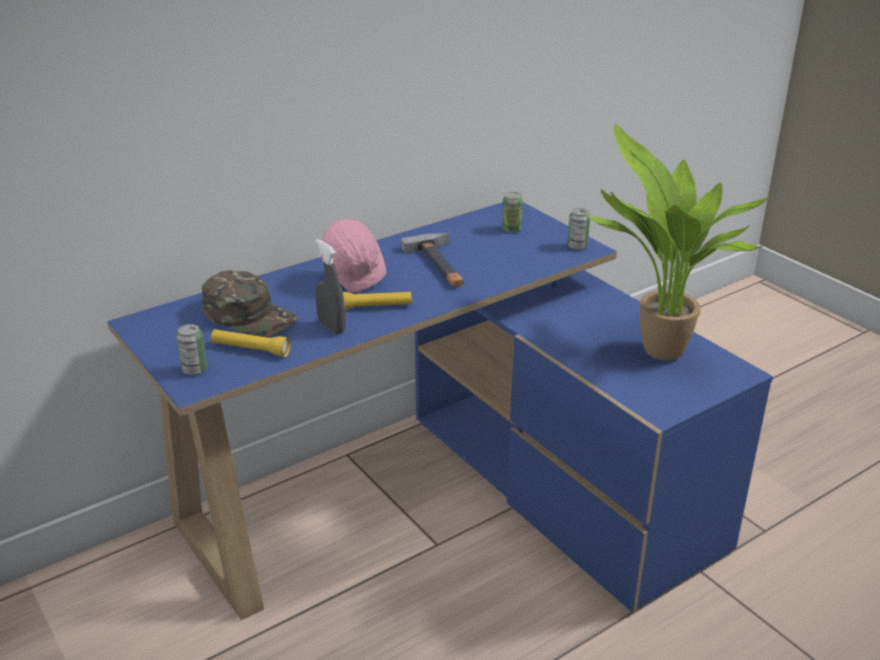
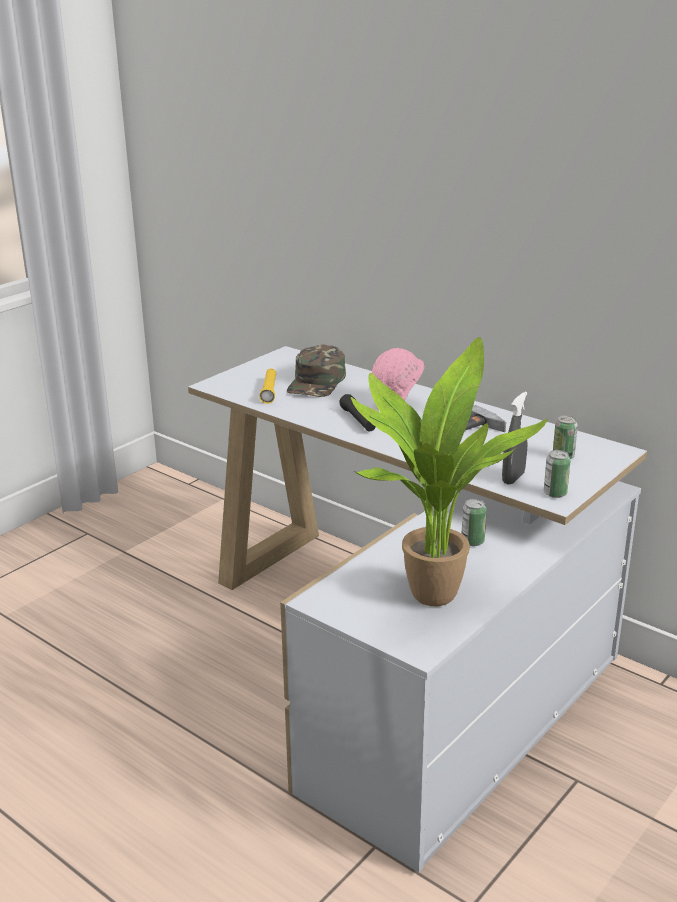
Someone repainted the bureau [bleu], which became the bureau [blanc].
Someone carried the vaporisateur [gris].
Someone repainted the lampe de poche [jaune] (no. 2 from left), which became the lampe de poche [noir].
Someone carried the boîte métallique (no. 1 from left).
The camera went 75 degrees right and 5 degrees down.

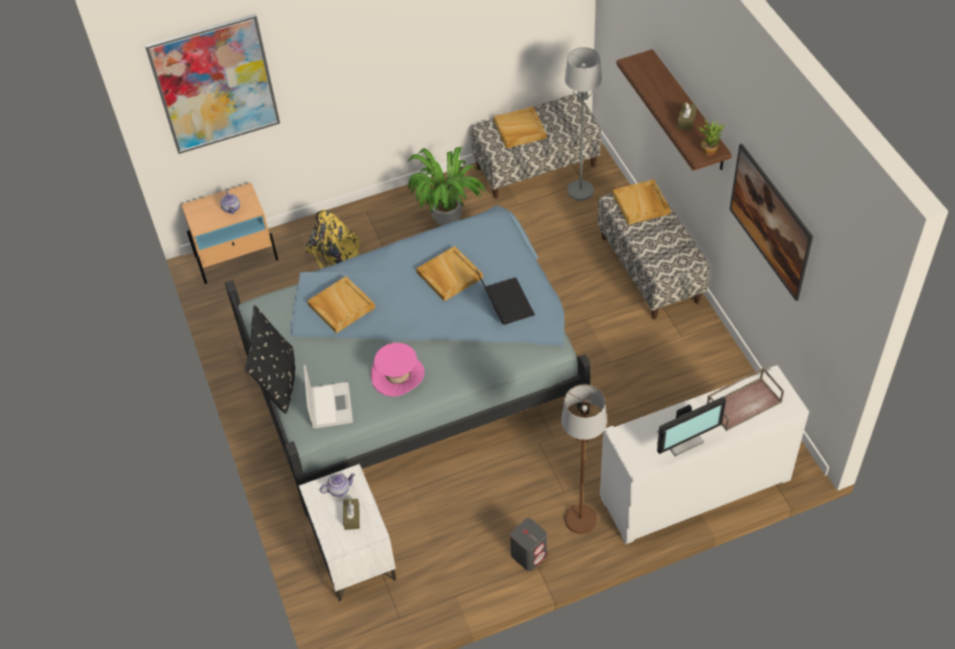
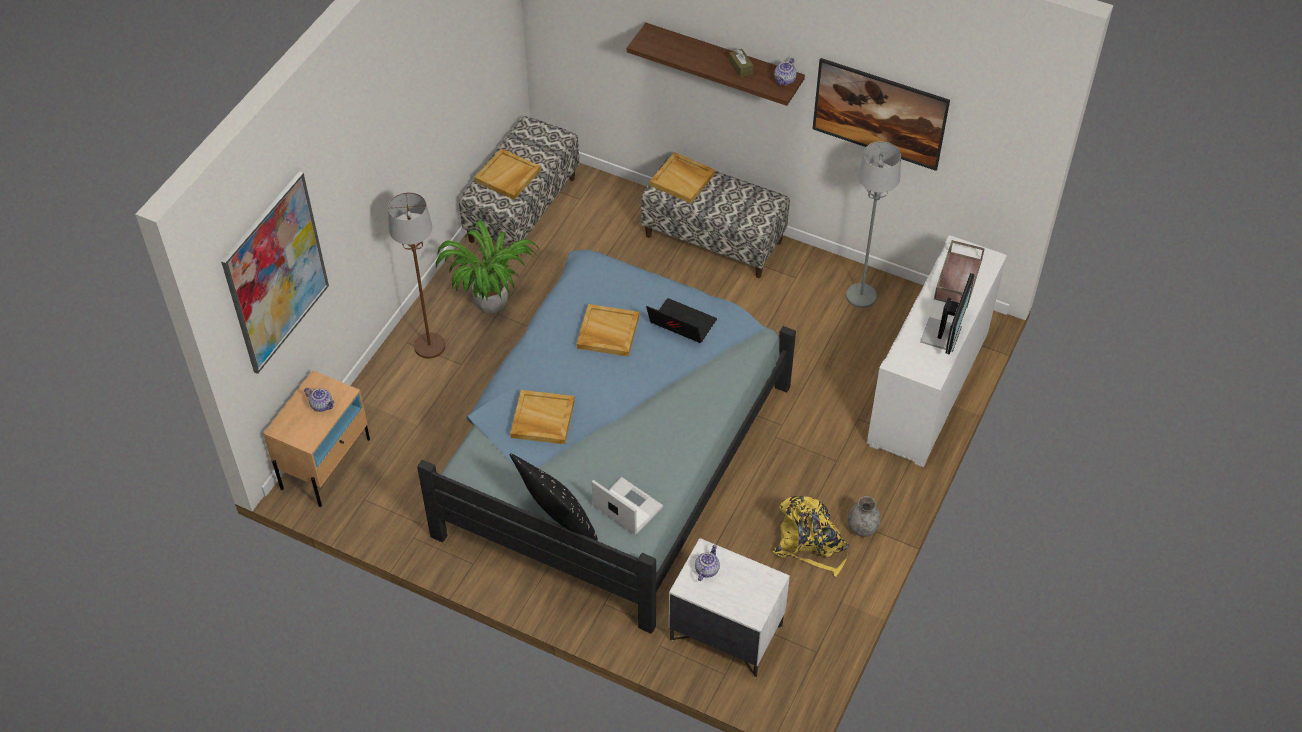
Someone carried the lampadaire [gris].
Someone swapped the plante en pot (no. 2 from left) for the théière (no. 3 from left).
Someone carried the sac à dos [jaune].
Someone took away the chapeau [rose].
Someone carried the lampadaire [marron].
Someone took away the boîte à mouchoirs [marron] (no. 1 from left).
Someone swapped the enceinte [gris] for the vase [gris].
The camera went 45 degrees left and 0 degrees up.

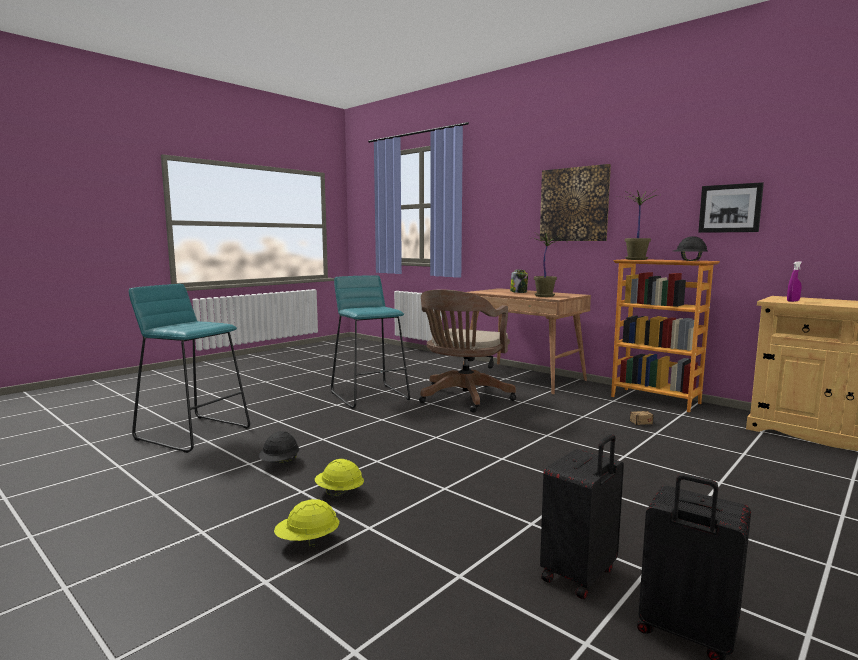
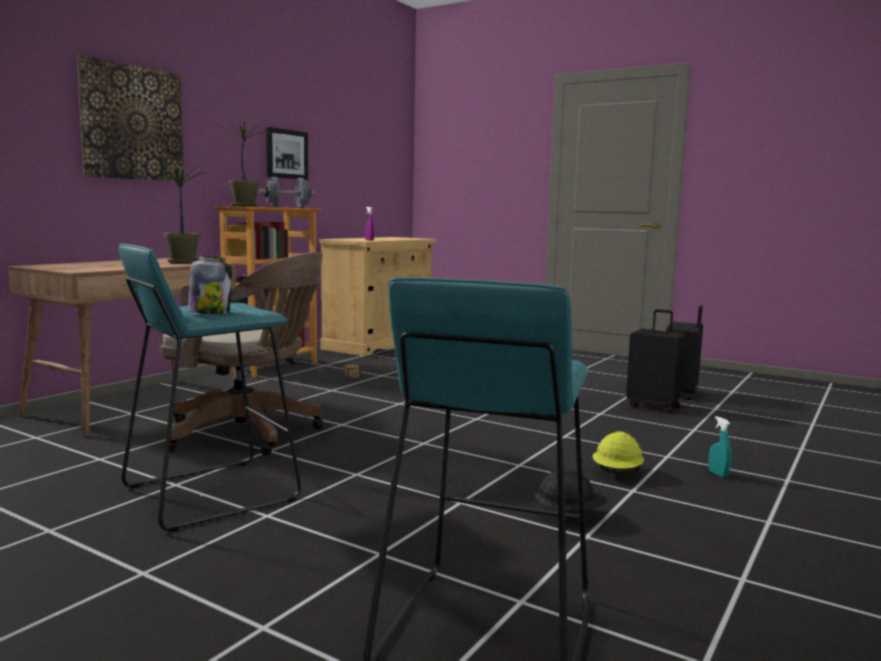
Someone swapped the casque de chantier [noir] (no. 2 from left) for the haltère [gris].
Someone carried the bocal.
Someone swapped the casque de chantier [jaune] (no. 1 from left) for the vaporisateur [turquoise].
The camera went 100 degrees left and 0 degrees up.

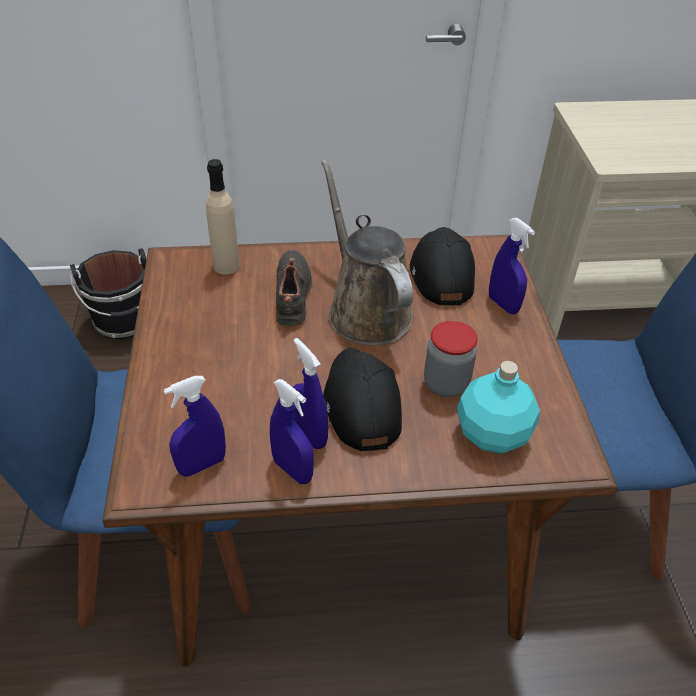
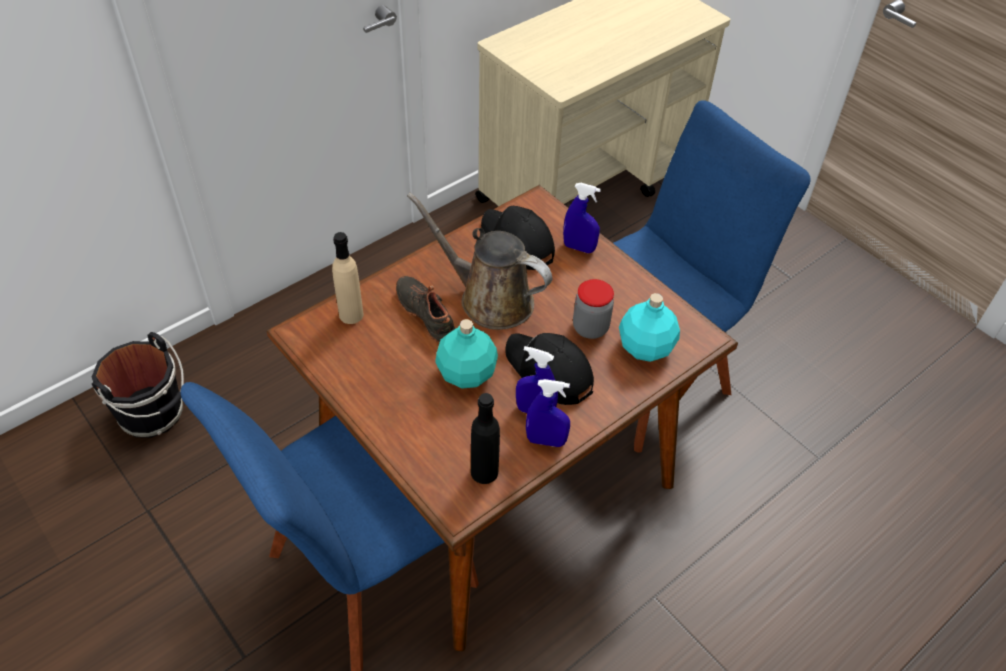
Someone swapped the vaporisateur [bleu] (no. 1 from left) for the bouteille [noir].
Someone put down the bouteille [turquoise] (no. 1 from left).
The camera went 35 degrees left and 5 degrees up.

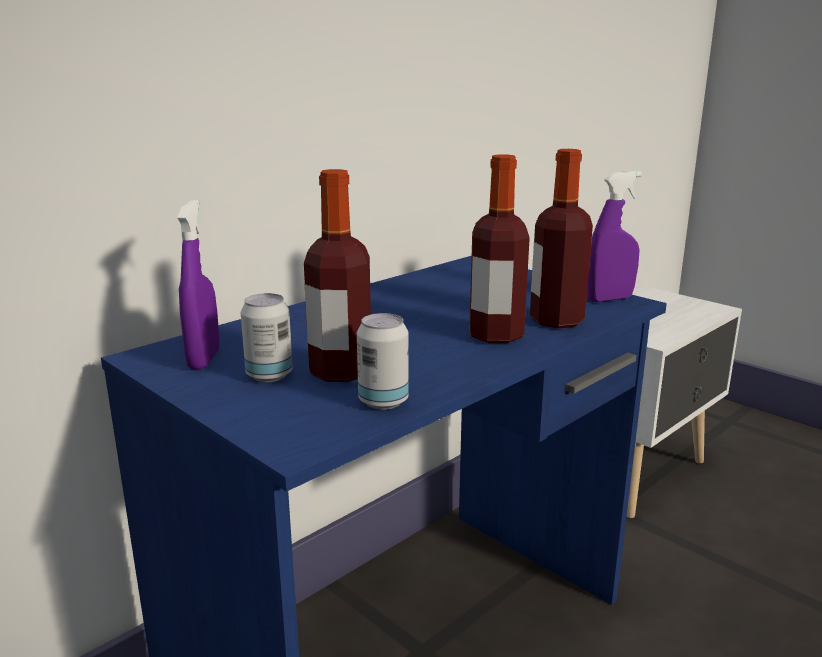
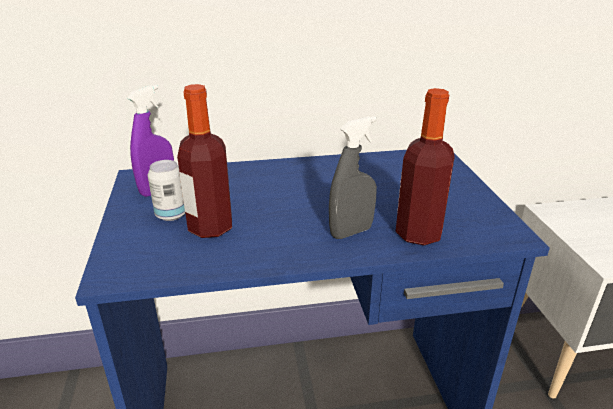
Someone swapped the bouteille (no. 2 from left) for the vaporisateur [gris].
Someone took away the vaporisateur [violet] (no. 2 from left).
Someone took away the boîte métallique (no. 2 from left).
The camera went 35 degrees right and 10 degrees up.

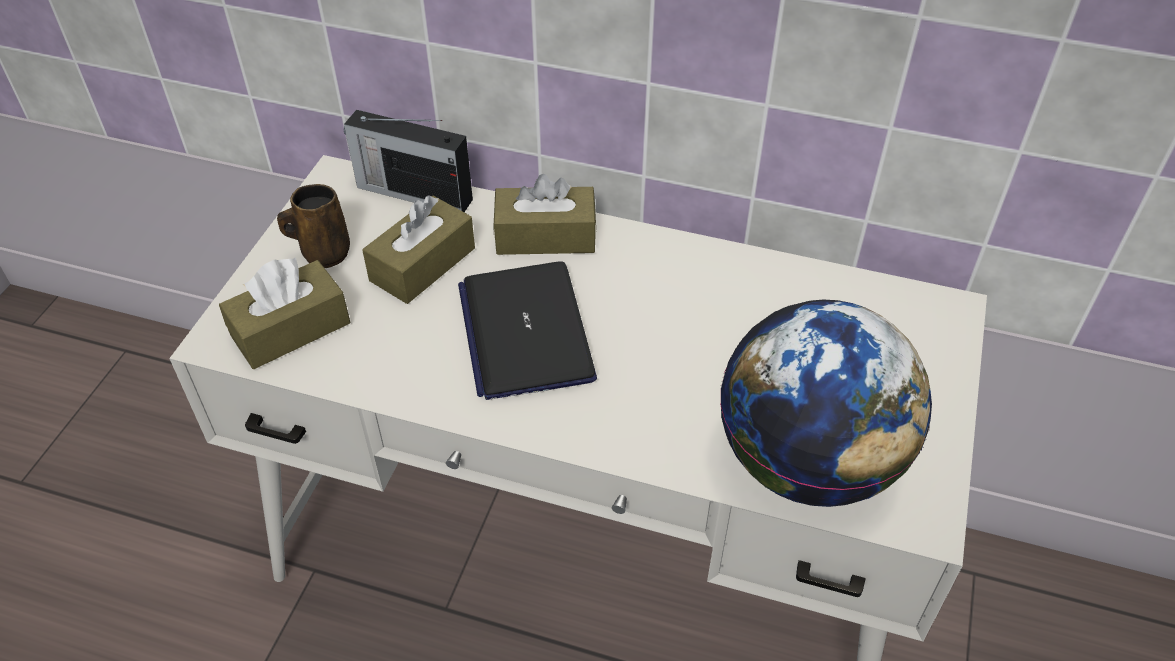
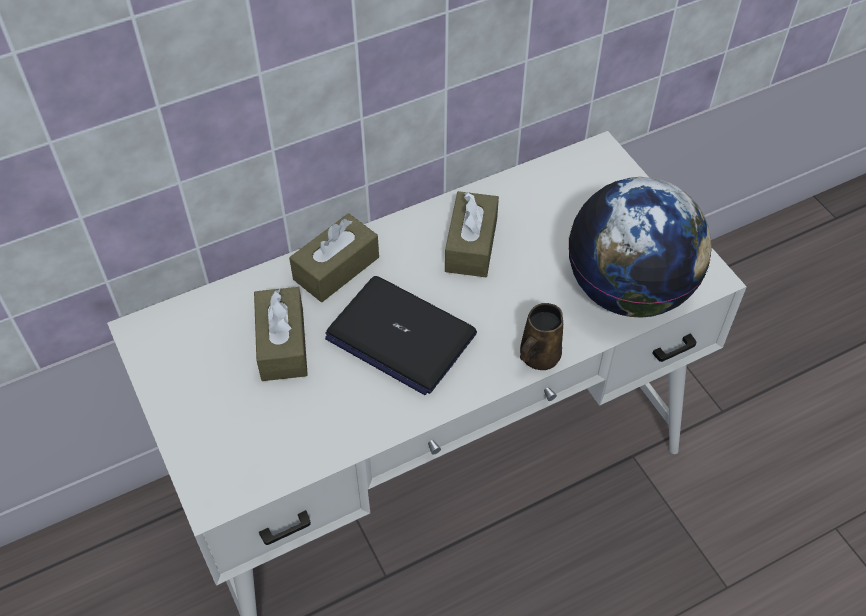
Someone took away the radio.
Someone carried the mug [marron].
Someone carried the boîte à mouchoirs [marron] (no. 1 from left in the first image).
The camera went 45 degrees left and 5 degrees up.

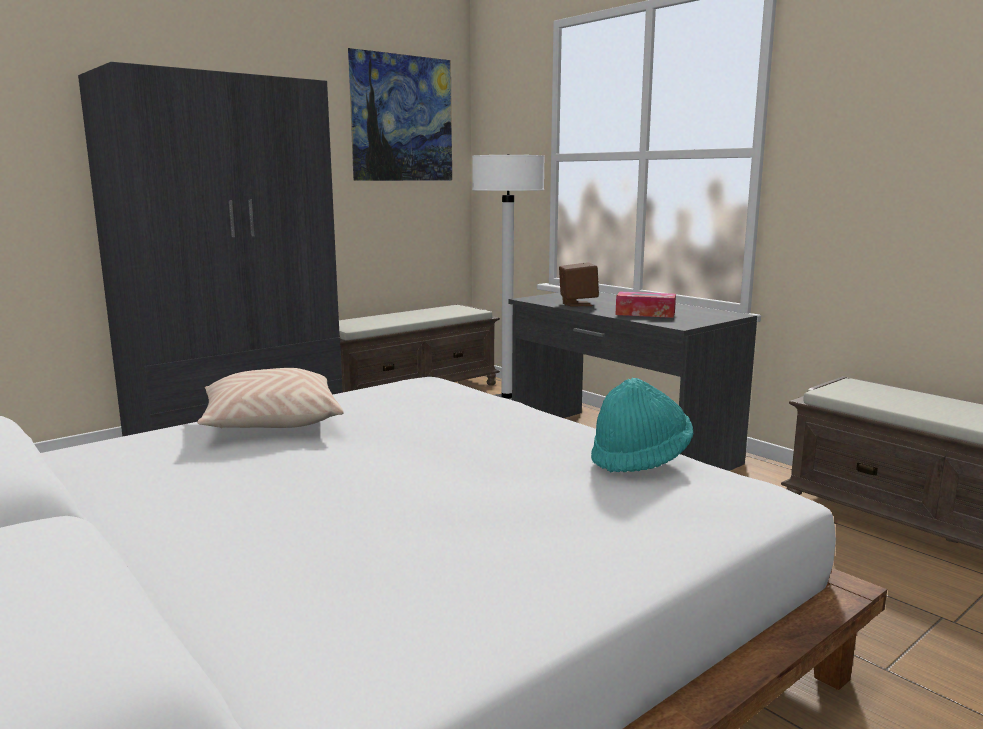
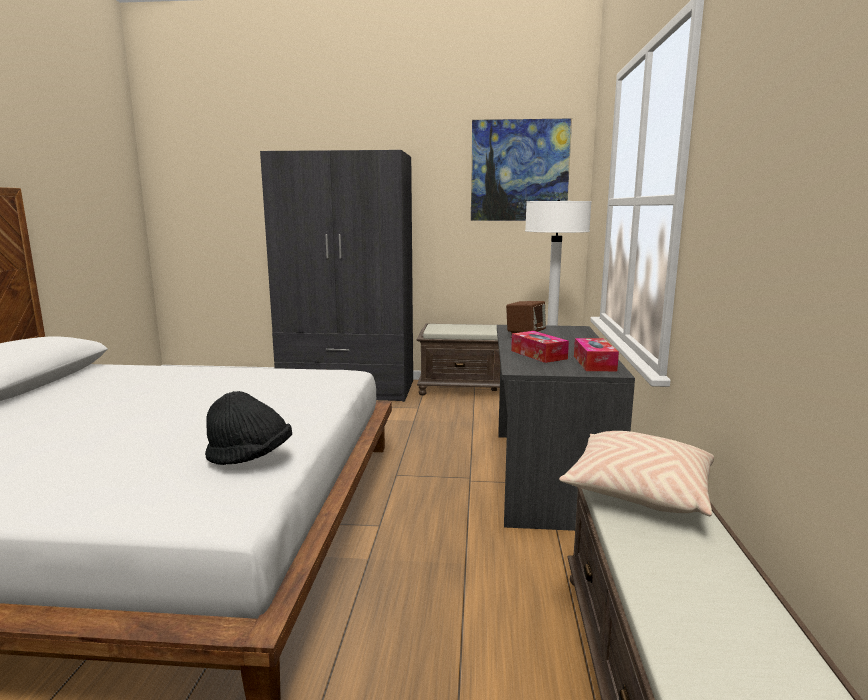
Someone carried the coussin [beige].
Someone repainted the chapeau [turquoise], which became the chapeau [noir].
Someone put down the boîte à mouchoirs (no. 2 from left).
The camera went 45 degrees right and 0 degrees up.

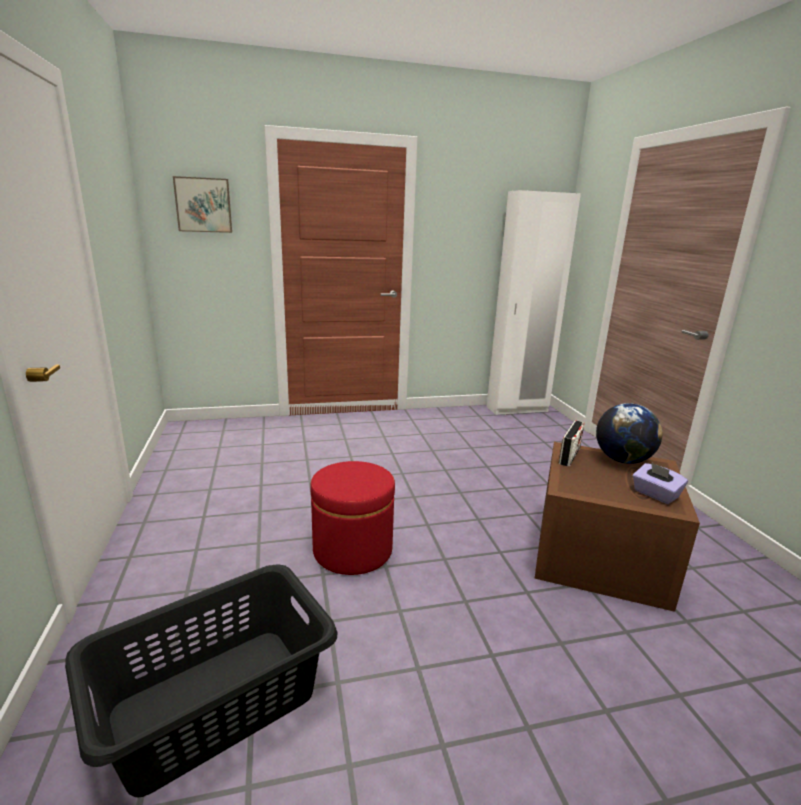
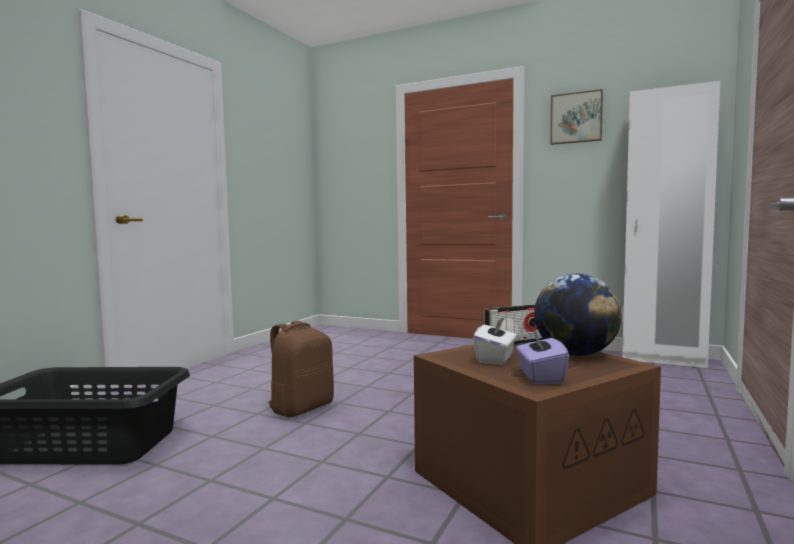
Someone carried the tableau.
Someone swapped the pouf [rouge] for the sac à dos [marron].
Someone put down the boîte à mouchoirs [blanc].
The camera went 40 degrees right and 15 degrees down.

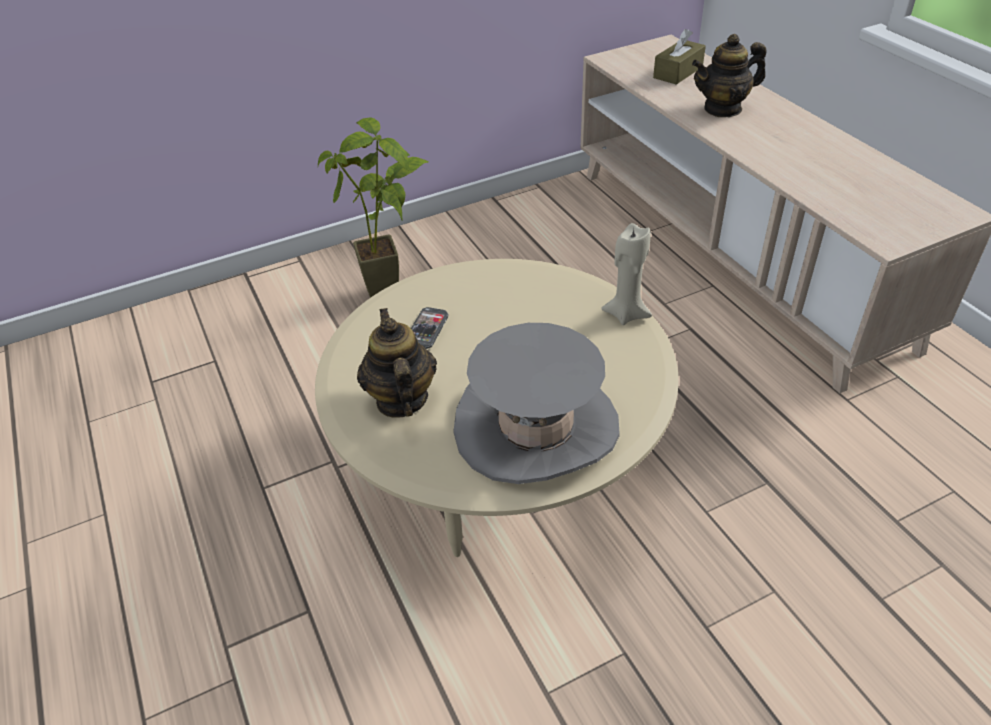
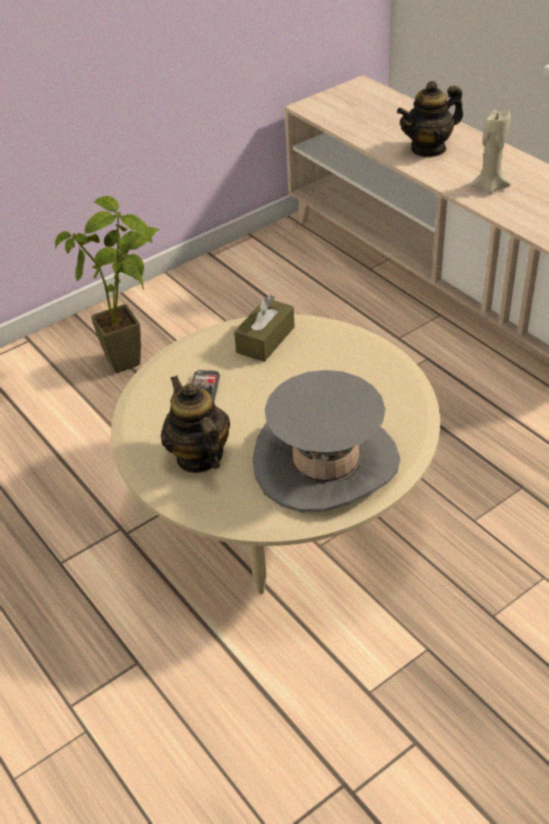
Someone carried the boîte à mouchoirs [marron].
Someone carried the bougie [beige].
The camera went 10 degrees left and 0 degrees up.

